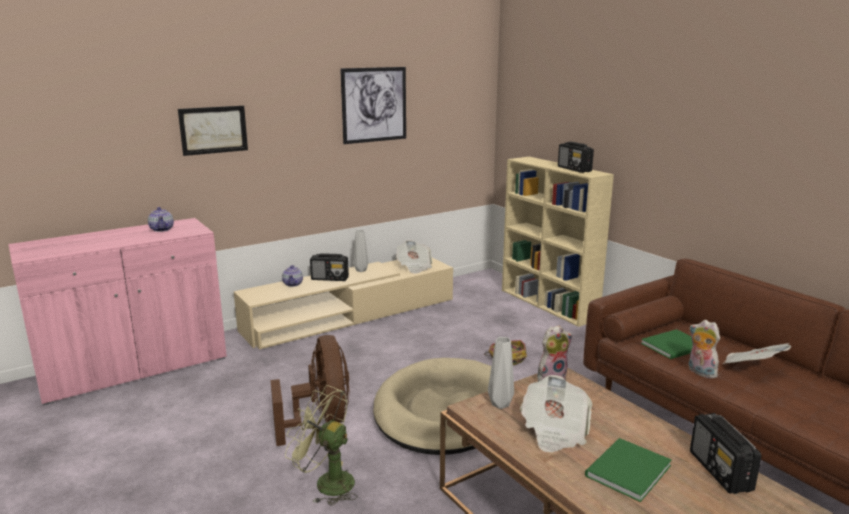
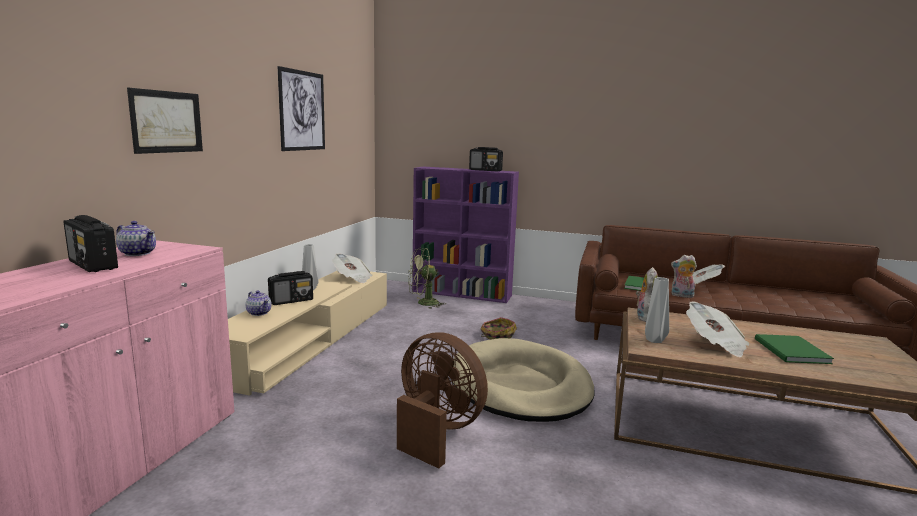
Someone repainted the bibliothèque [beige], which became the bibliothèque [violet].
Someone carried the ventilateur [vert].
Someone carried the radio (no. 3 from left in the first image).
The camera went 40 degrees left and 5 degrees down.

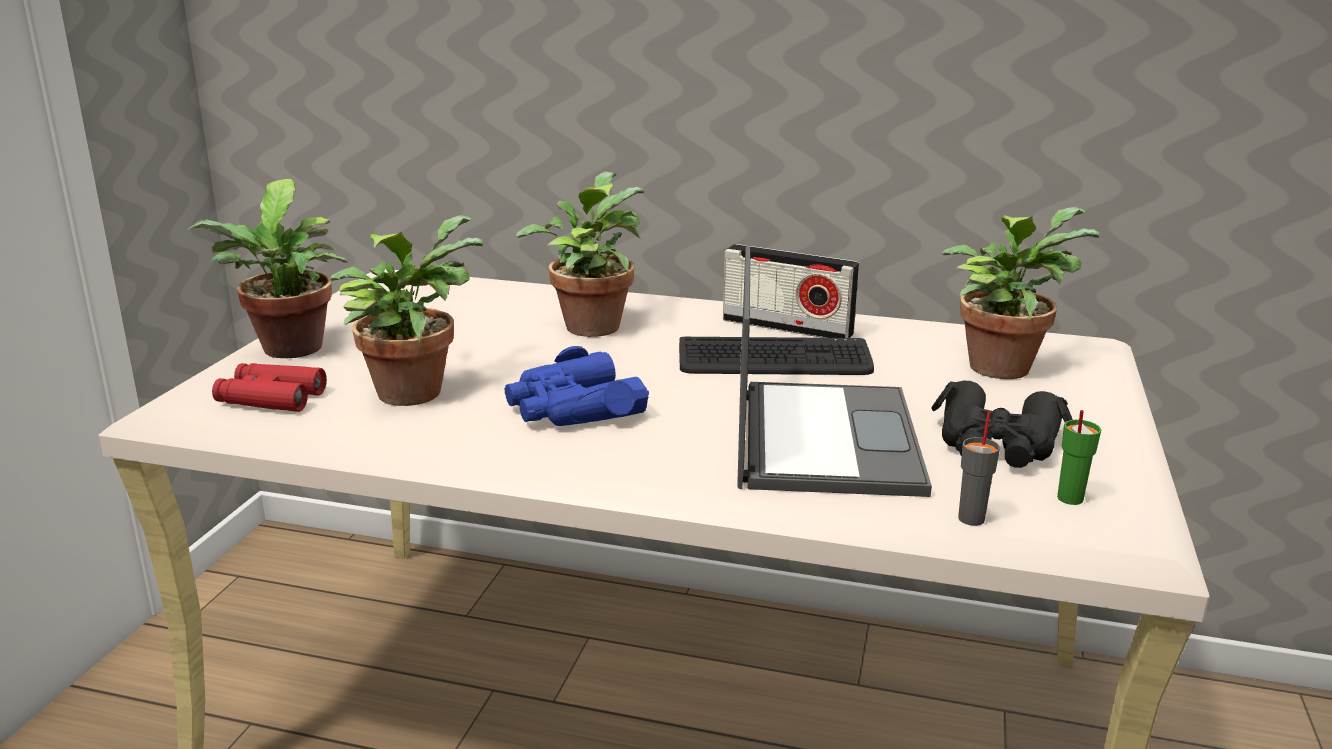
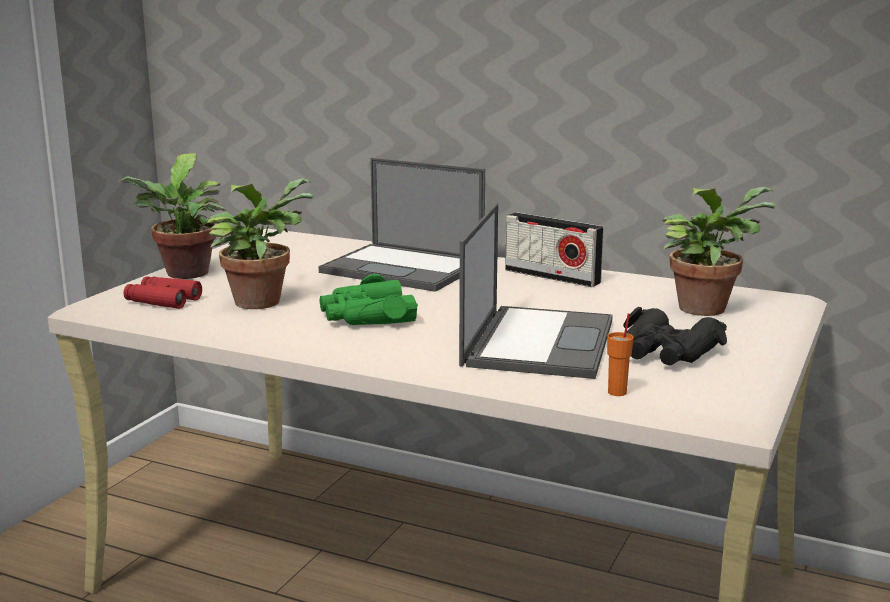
Someone swapped the plante en pot (no. 3 from left) for the ordinateur portable (no. 1 from left).
Someone took away the clavier.
Someone repainted the jumelles [bleu], which became the jumelles [vert].
Someone took away the tasse [vert].
Someone repainted the tasse [gris], which became the tasse [orange].
The camera went 10 degrees right and 5 degrees down.

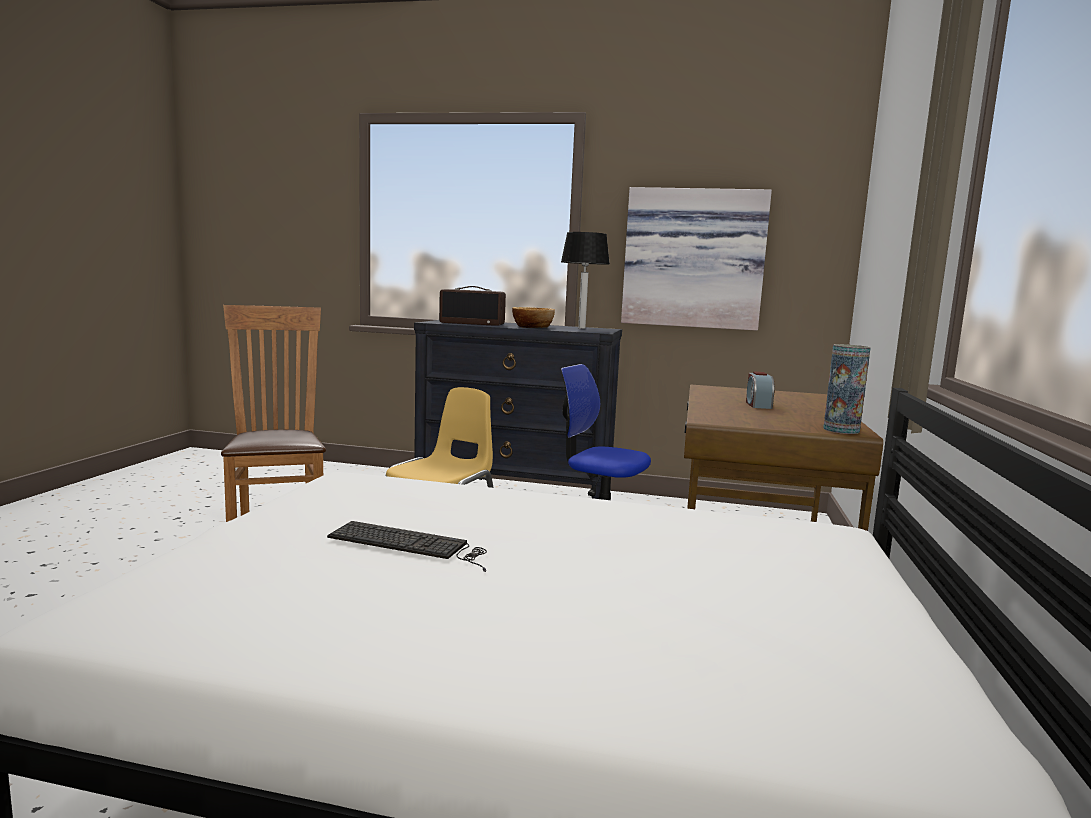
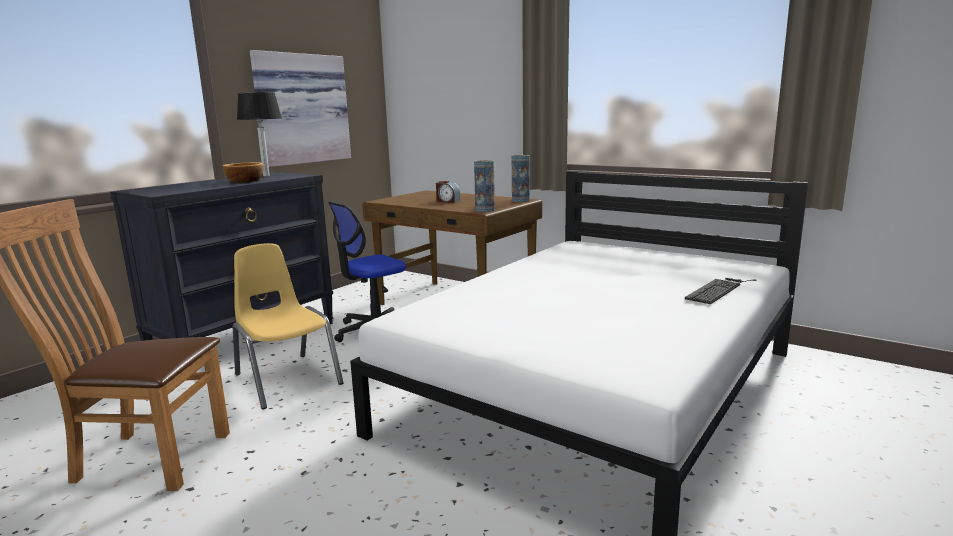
Someone took away the radio.
Someone carried the clavier.
Someone put down the vase (no. 1 from left).
The camera went 65 degrees left and 5 degrees up.

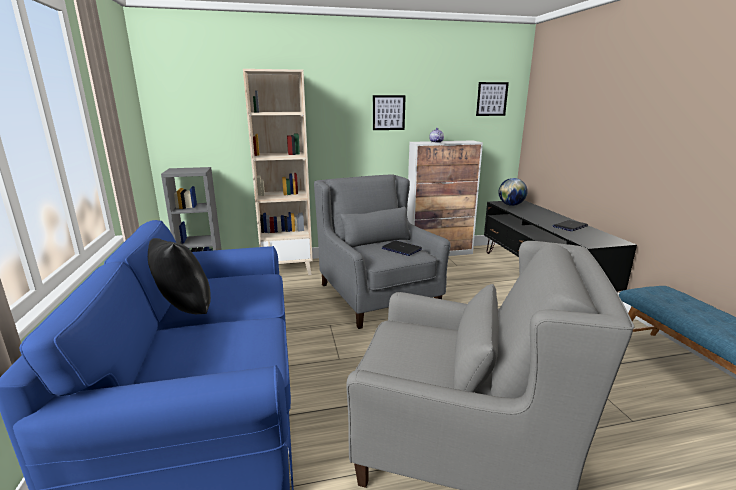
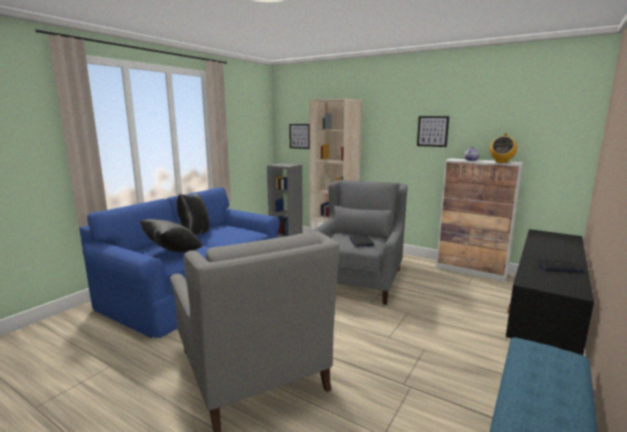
Someone carried the tableau (no. 2 from left in the first image).
Someone took away the globe.
Someone put down the radio.
Someone put down the coussin [noir] (no. 1 from left).
The camera went 45 degrees right and 5 degrees down.

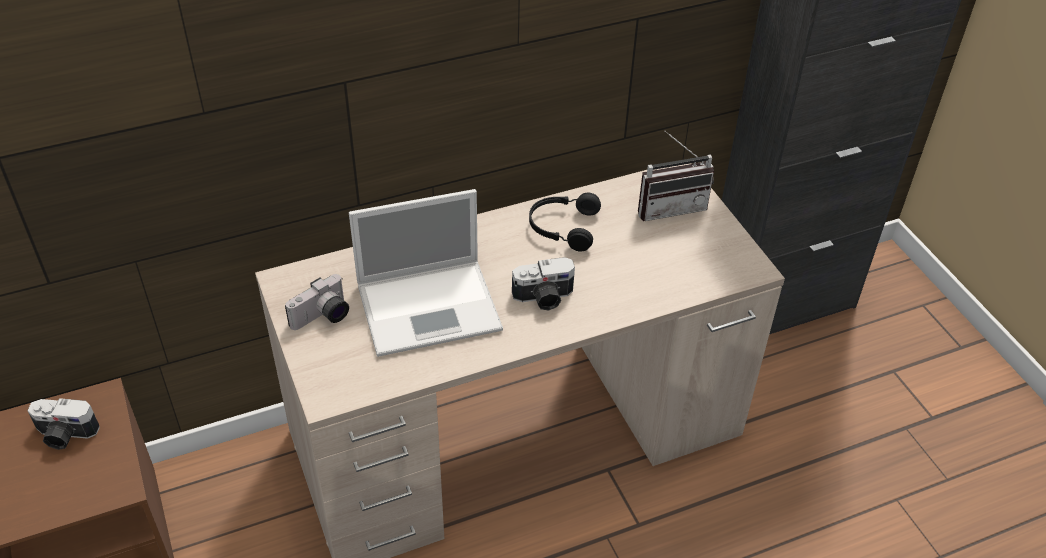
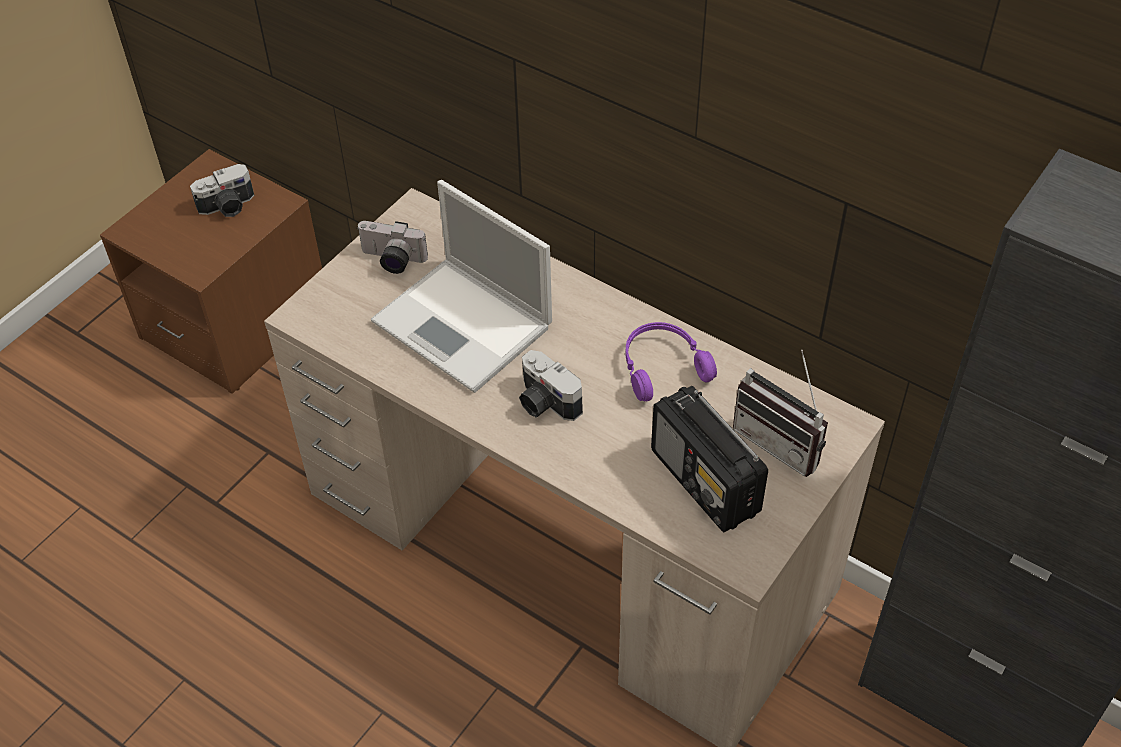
Someone repainted the casque audio [noir], which became the casque audio [violet].
Someone rotated the appareil photo (no. 1 from left) by 90 degrees counterclockwise.
Someone put down the radio (no. 1 from left).
The camera went 60 degrees right and 5 degrees up.

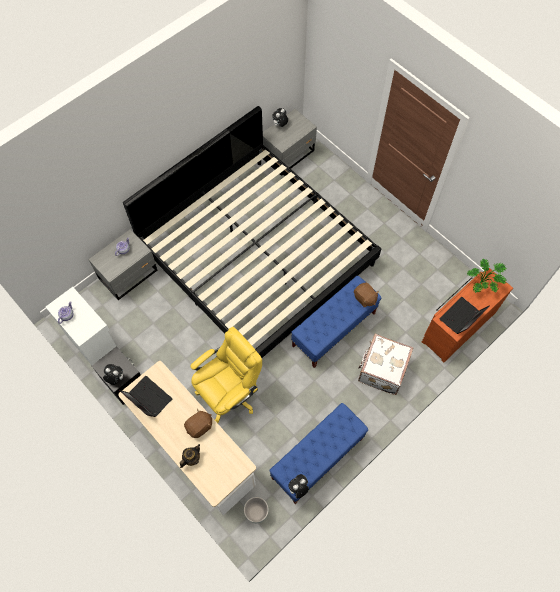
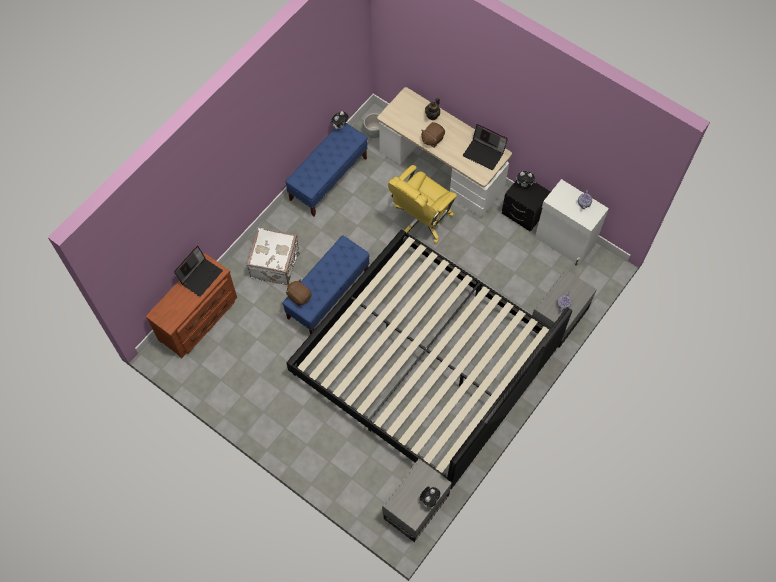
Someone took away the plante en pot.
The camera went 170 degrees right and 0 degrees up.

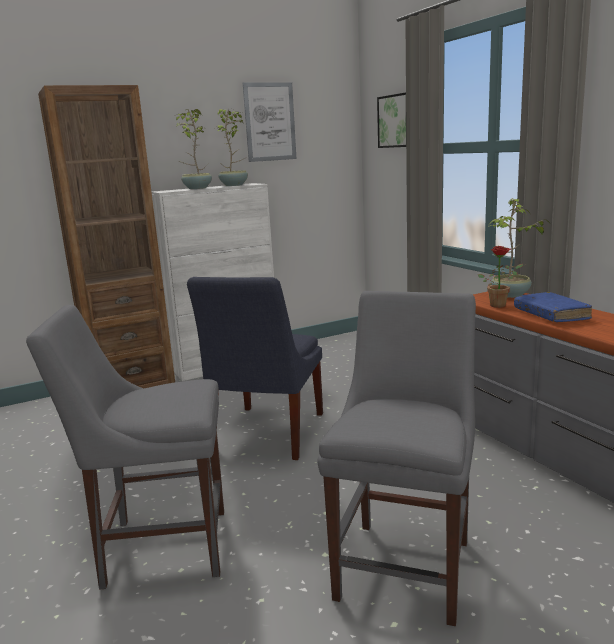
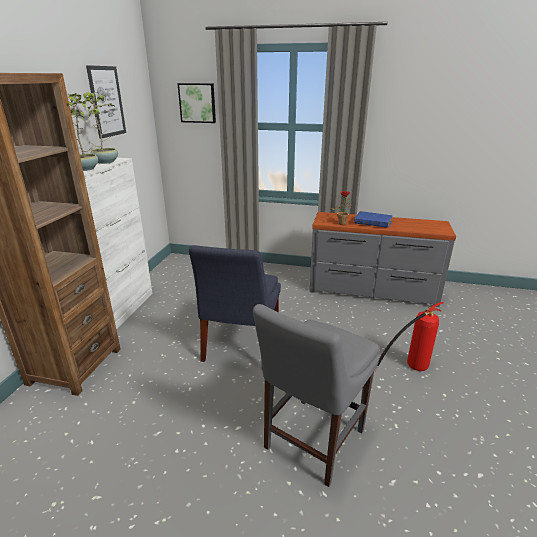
Someone took away the plante en pot (no. 4 from left).
Someone rotated the chaise [bleu] by 45 degrees clockwise.
Someone swapped the chaise [gris] (no. 2 from left) for the extincteur.
The camera went 50 degrees left and 10 degrees up.

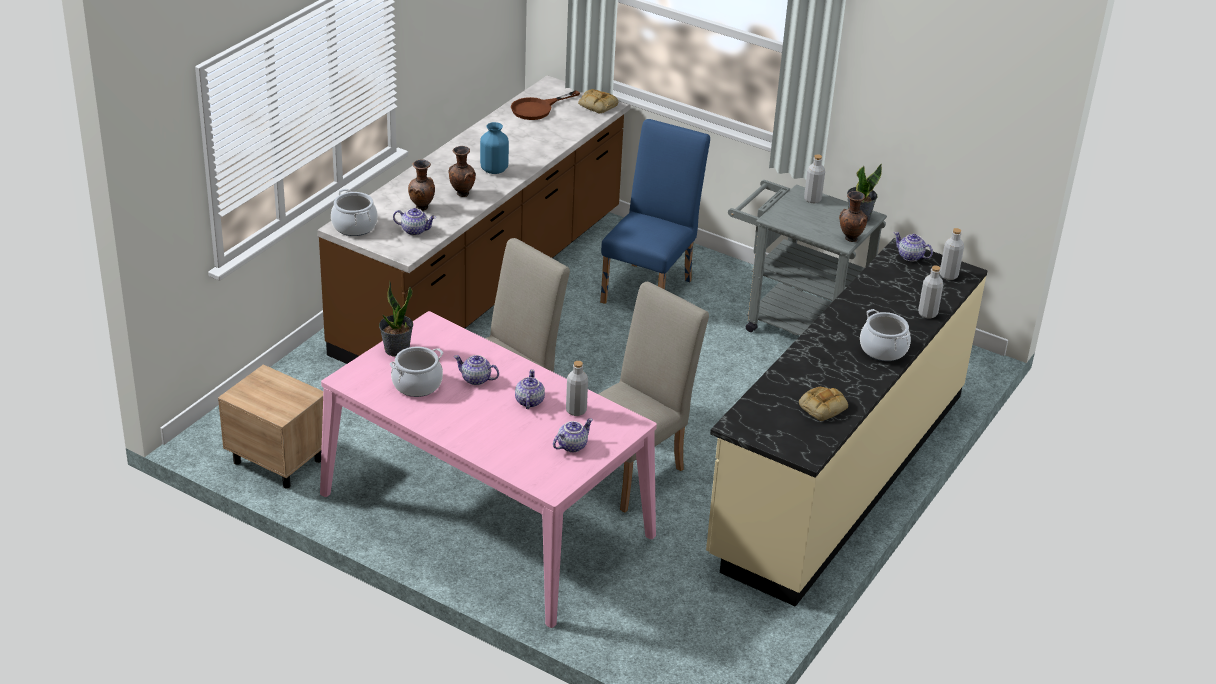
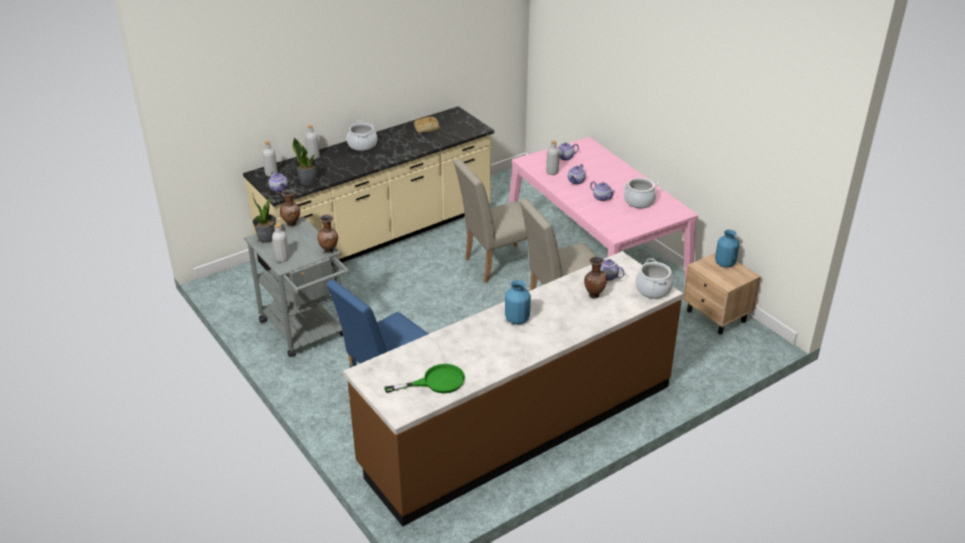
Someone took away the pain (no. 1 from left).
Someone repainted the poêle [marron], which became the poêle [vert].
Someone carried the vase [marron] (no. 2 from left).
Someone carried the plante en pot (no. 1 from left in the first image).
Someone put down the vase [bleu] (no. 2 from left).
The camera went 155 degrees left and 0 degrees up.

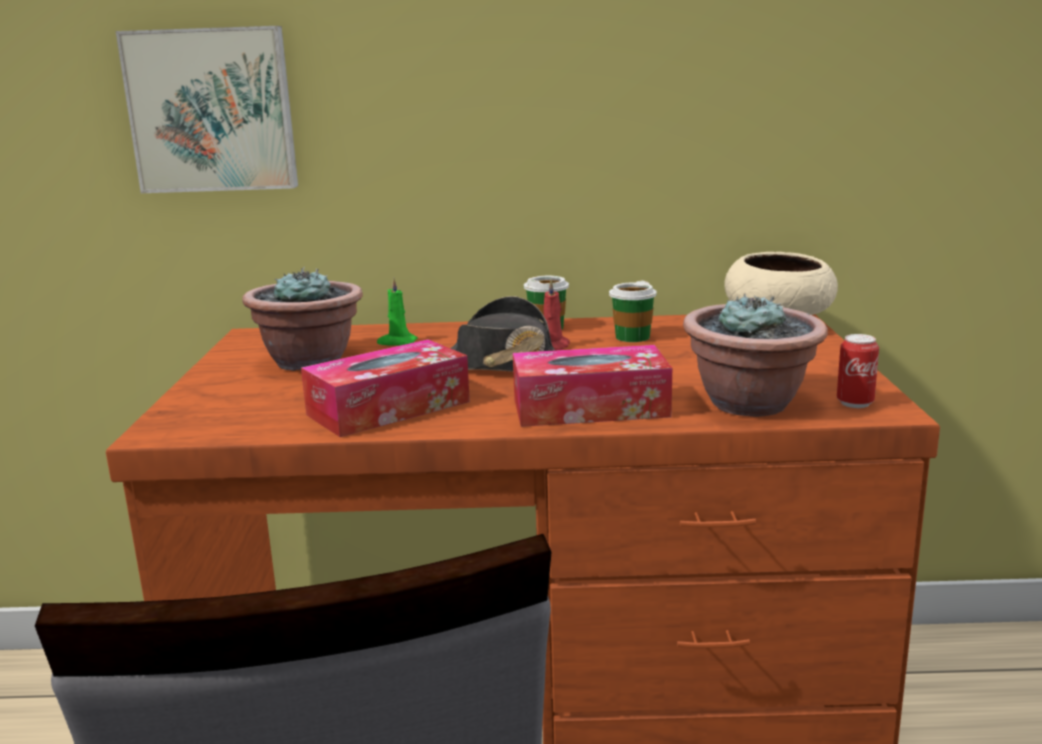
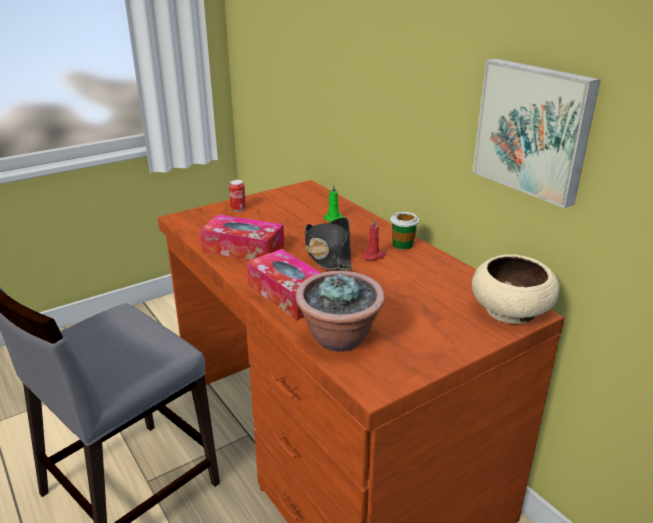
Someone carried the tableau.
Someone took away the plante en pot (no. 1 from left).
Someone took away the tasse (no. 2 from left).
Someone carried the boîte métallique.
The camera went 55 degrees right and 10 degrees up.

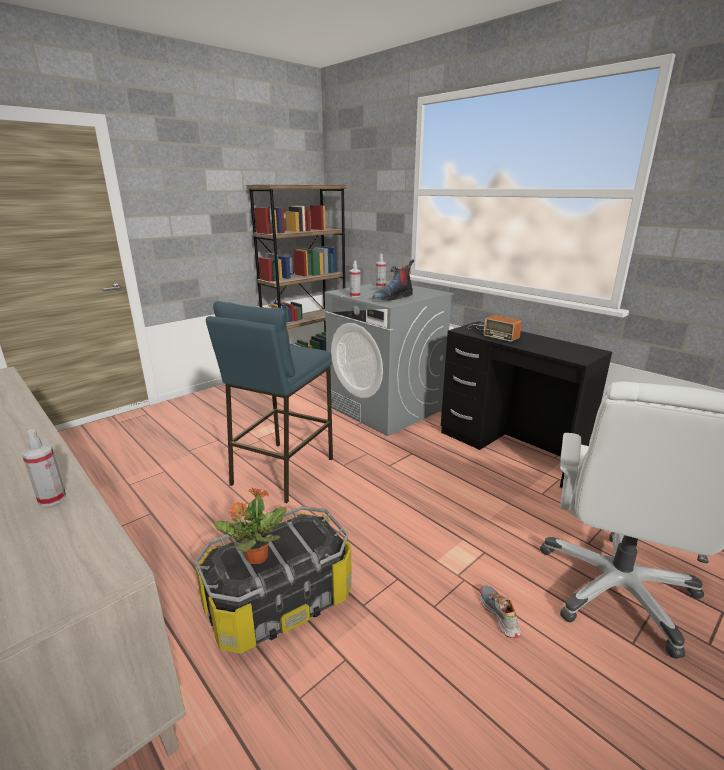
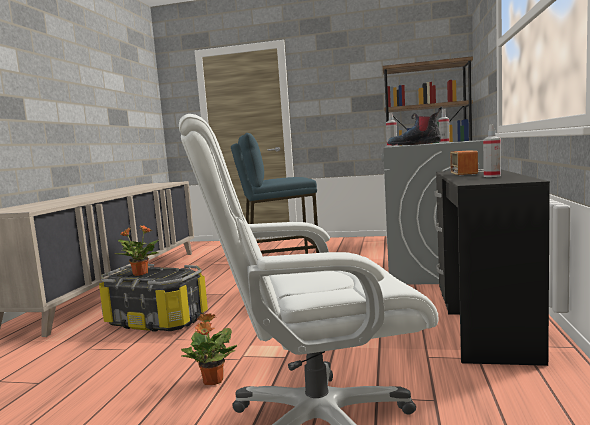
Someone carried the vaporisateur (no. 1 from left in the first image).
Someone swapped the chaussure for the plante en pot (no. 2 from left).
The camera went 55 degrees right and 15 degrees down.

